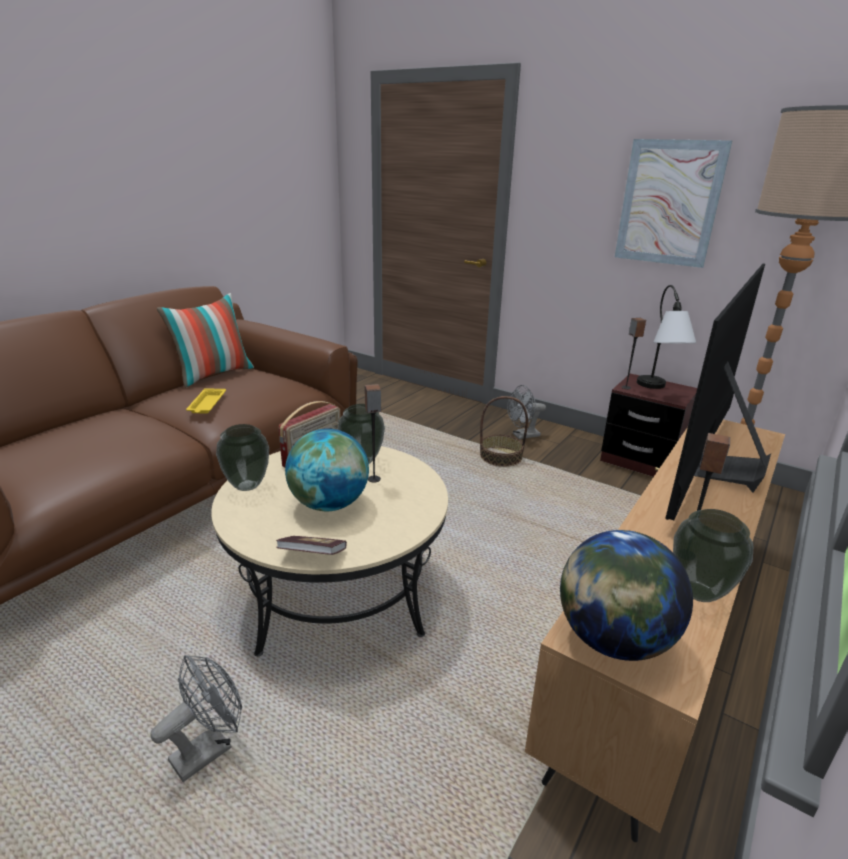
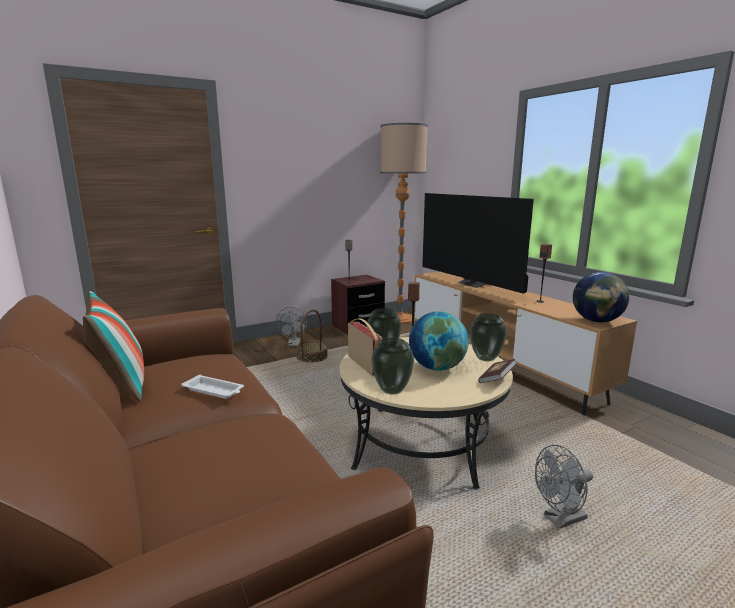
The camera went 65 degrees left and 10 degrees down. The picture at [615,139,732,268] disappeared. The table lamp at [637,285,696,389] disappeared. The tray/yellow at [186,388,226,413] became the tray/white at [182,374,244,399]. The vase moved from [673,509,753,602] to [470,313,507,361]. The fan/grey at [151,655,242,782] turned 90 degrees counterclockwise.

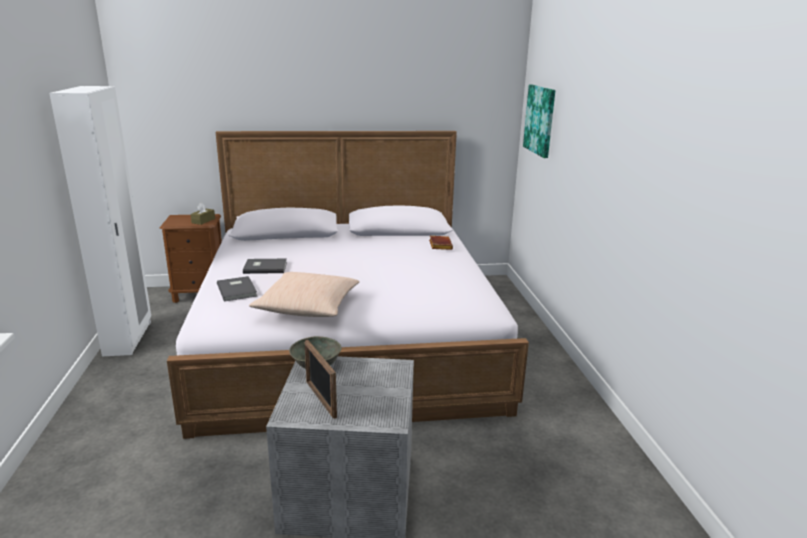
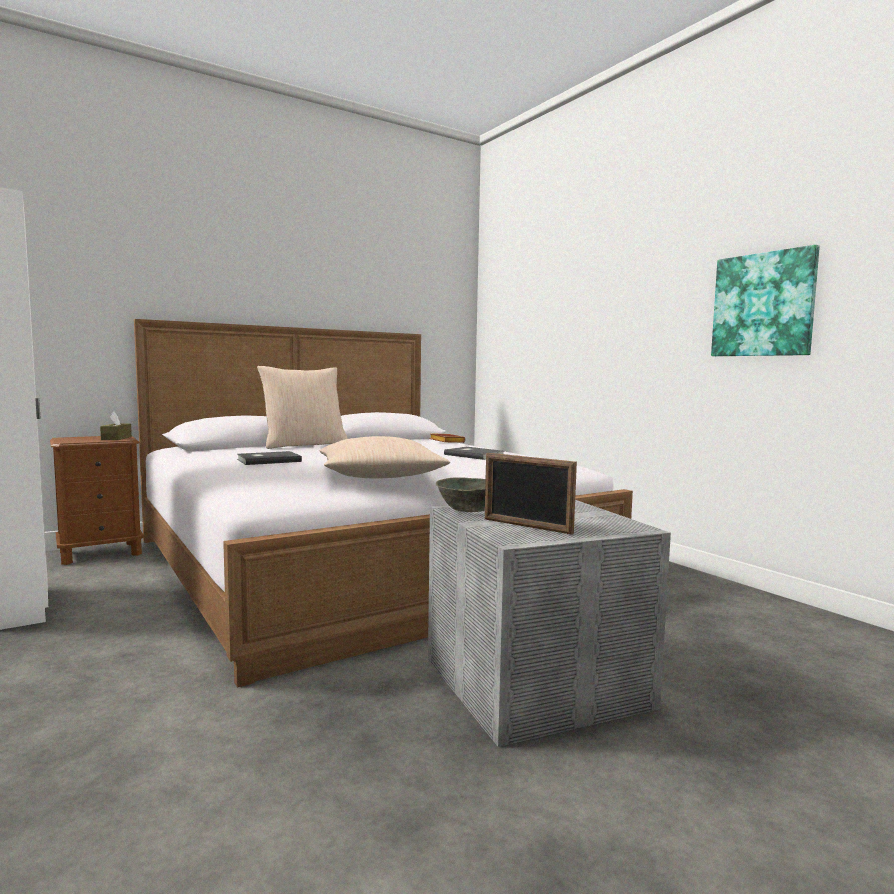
The camera went 25 degrees left and 15 degrees down. The picture moved from [523,85,555,158] to [711,245,820,356]. The book/grey moved from [217,276,257,301] to [444,447,505,460]. The pillow/beige at [257,366,348,449] appeared.

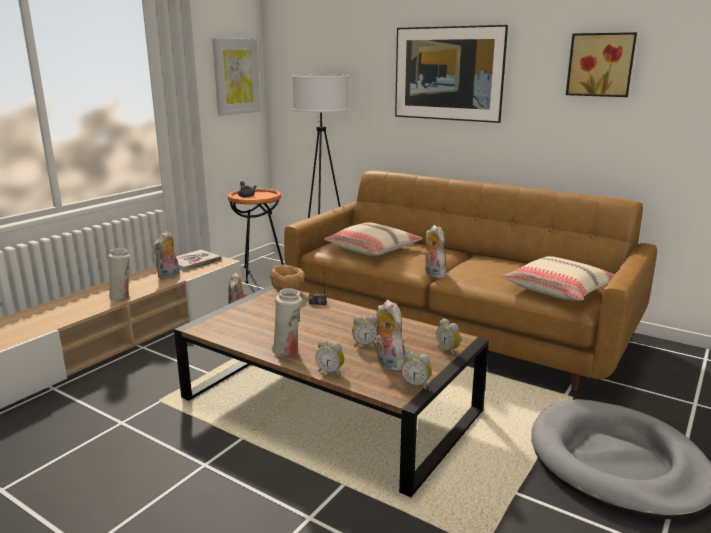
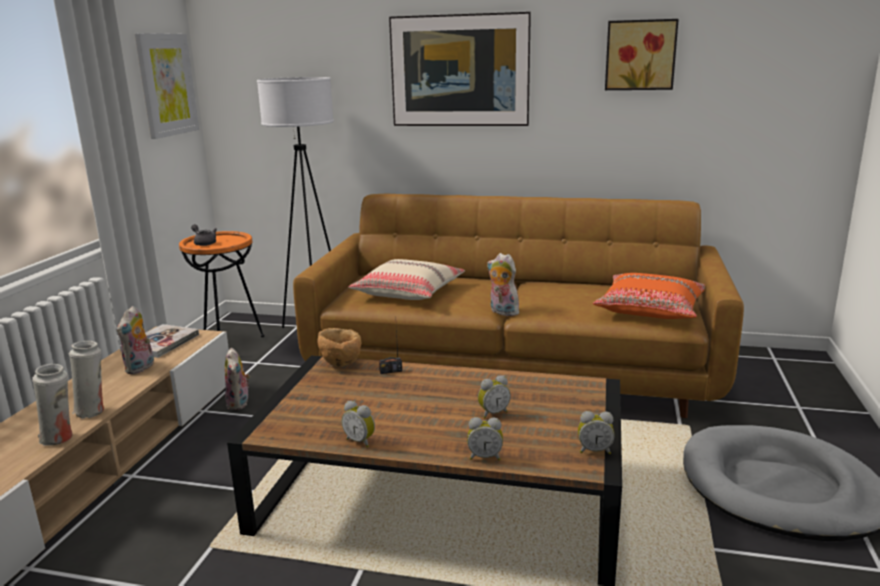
The camera went 20 degrees left and 0 degrees up. The pillow/beige at [501,256,615,301] became the pillow/orange at [593,273,705,319]. The vase/white moved from [272,288,302,356] to [32,364,73,446]. The plush toy at [375,300,405,371] disappeared. The alarm clock moved from [436,318,461,356] to [342,401,375,448].

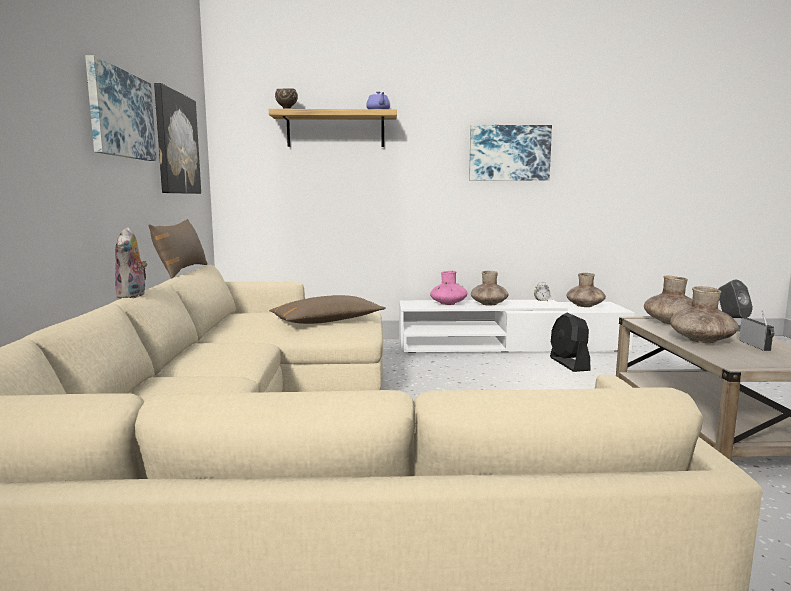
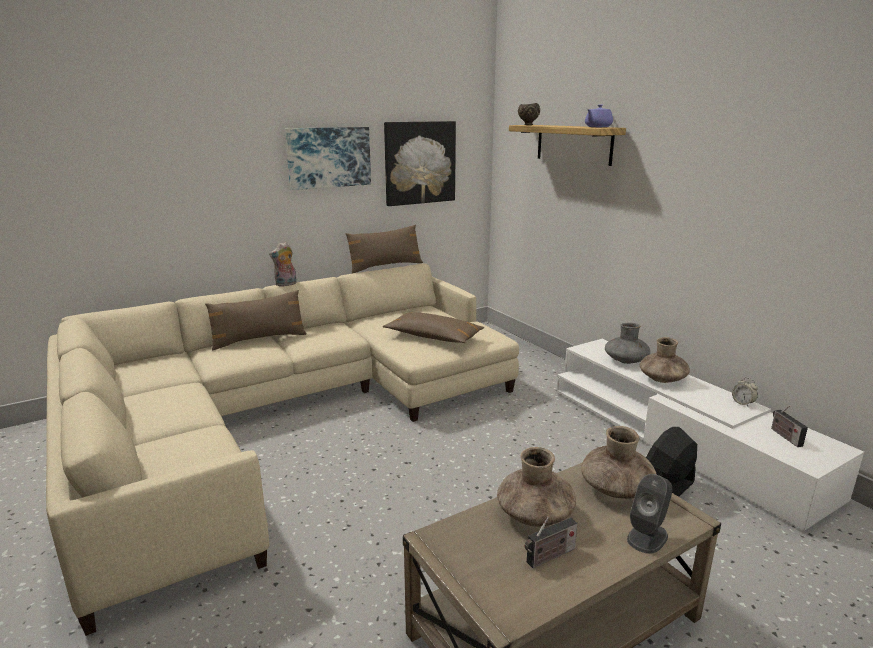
The camera went 60 degrees right and 10 degrees up. The picture at [469,125,552,181] disappeared. The vase/pink at [430,271,467,305] became the vase/grey at [605,323,650,364]. The vase/brown at [566,273,606,307] was replaced by the radio at [771,405,808,447]. The pillow/brown at [205,290,306,351] appeared.

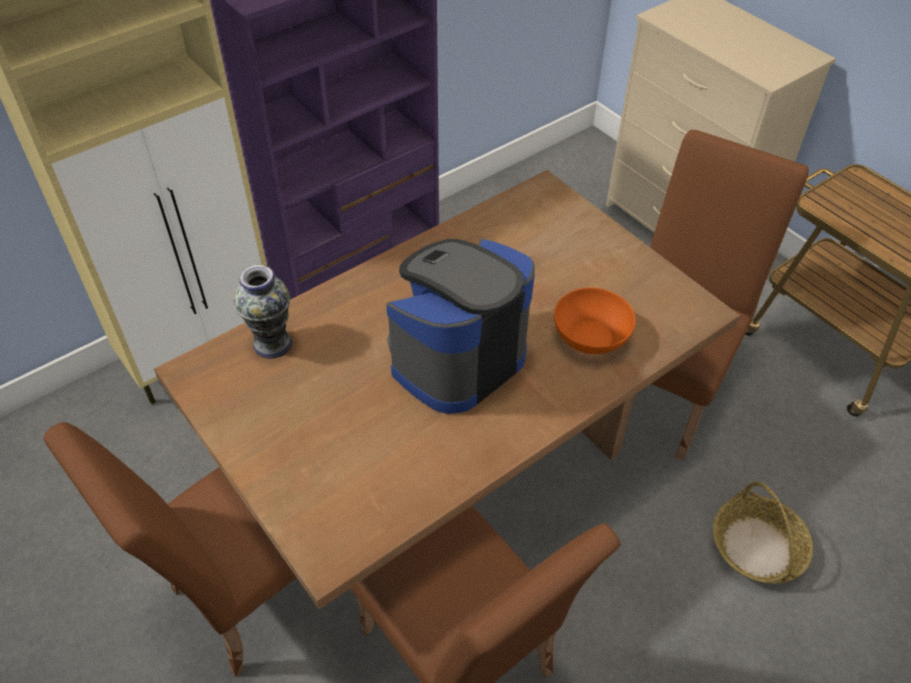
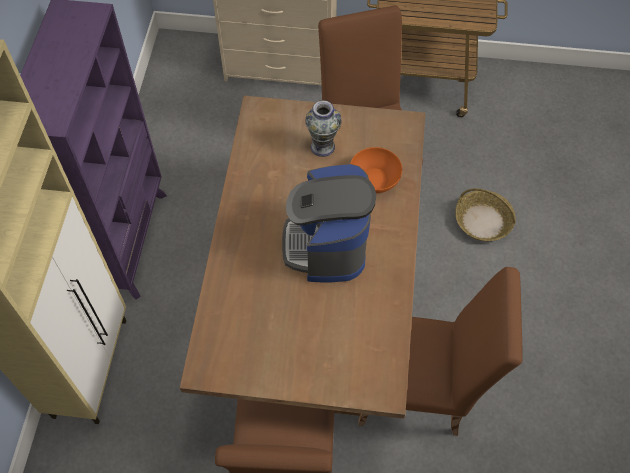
The camera went 45 degrees left and 10 degrees up. The vase moved from [234,265,292,359] to [305,100,342,157].

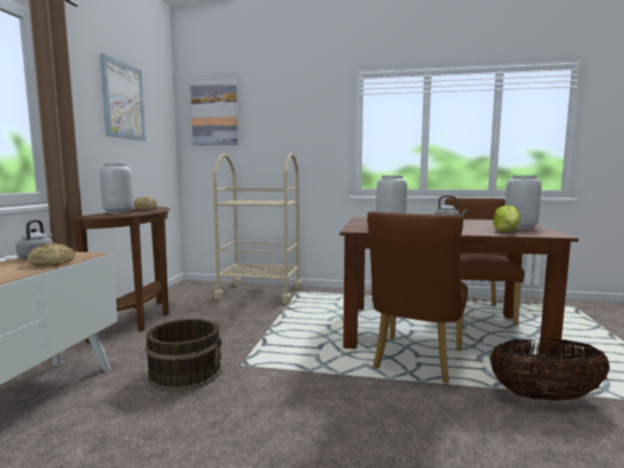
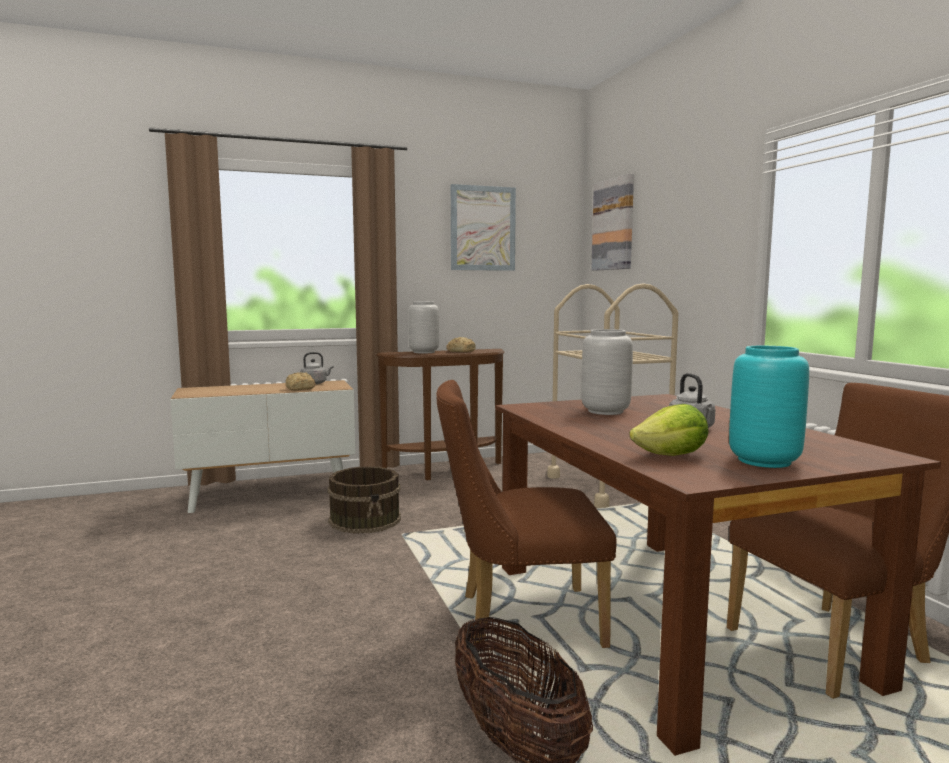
The camera went 60 degrees right and 0 degrees up. The vase/grey at [505,175,542,229] became the vase/turquoise at [729,346,809,468].

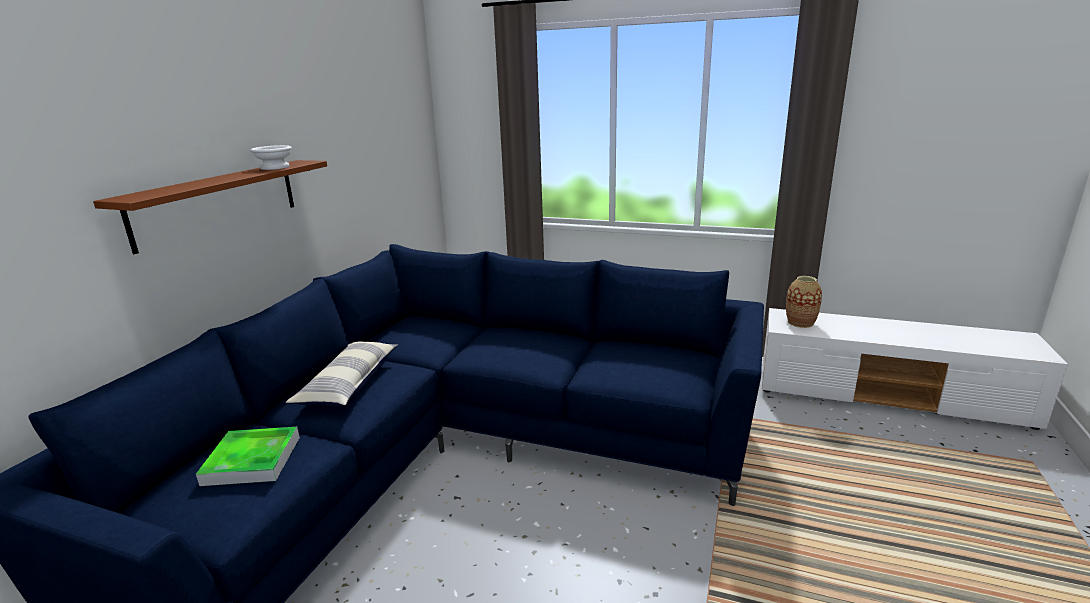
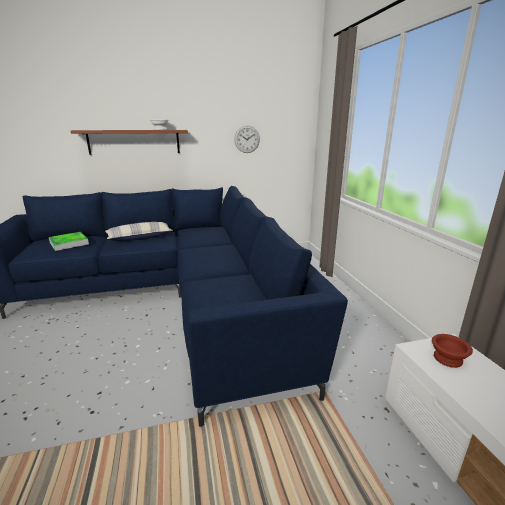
The camera went 55 degrees right and 0 degrees up. The vase at [786,276,822,328] was replaced by the bowl/brown at [432,334,473,368]. The wall clock at [234,126,260,153] appeared.

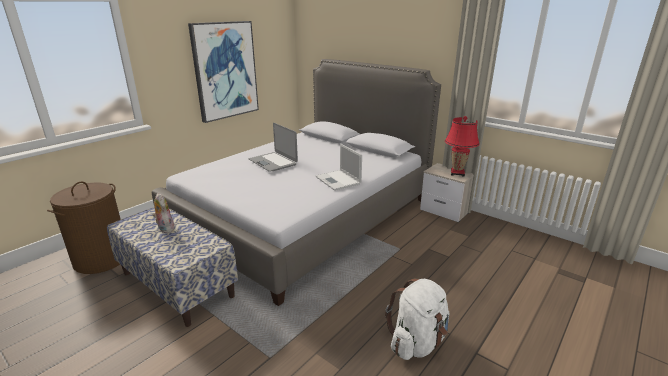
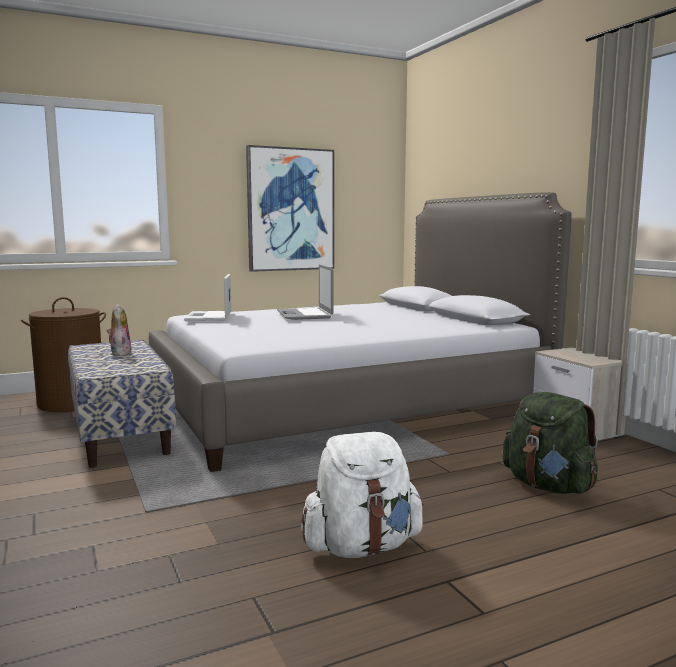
The camera went 25 degrees right and 15 degrees down. The table lamp/red at [445,116,480,177] disappeared. The laptop moved from [316,144,362,191] to [184,274,232,321]. The backpack/green at [502,392,598,494] appeared.

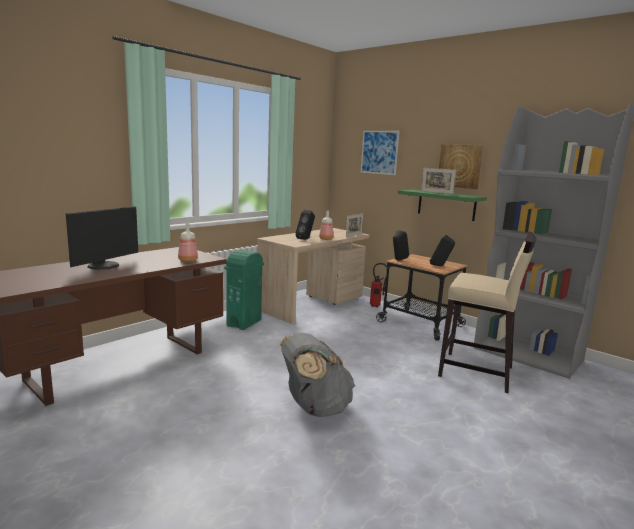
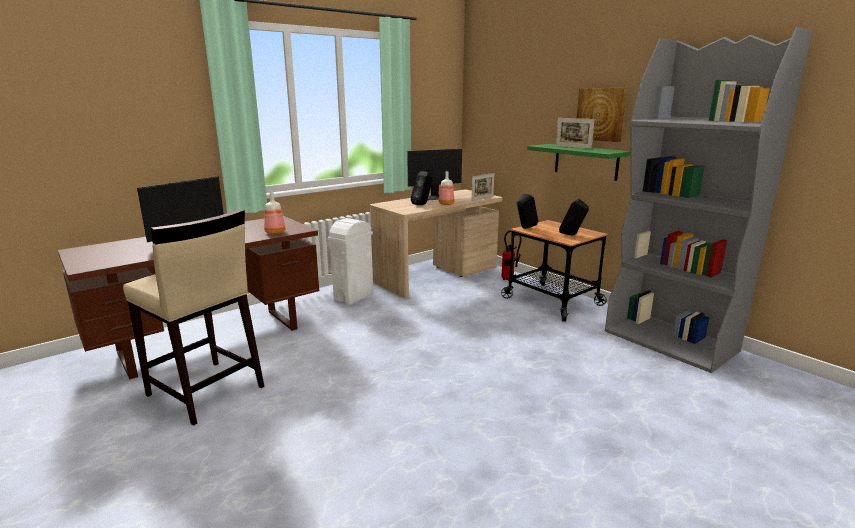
The camera went 10 degrees right and 5 degrees up. The picture at [361,131,399,175] disappeared. The stool/beige moved from [438,231,537,393] to [123,209,264,426]. The trash can/green at [225,250,264,330] became the trash can/white at [328,218,373,305]. The backpack/grey at [280,333,355,417] disappeared. The monitor at [407,149,462,201] appeared.

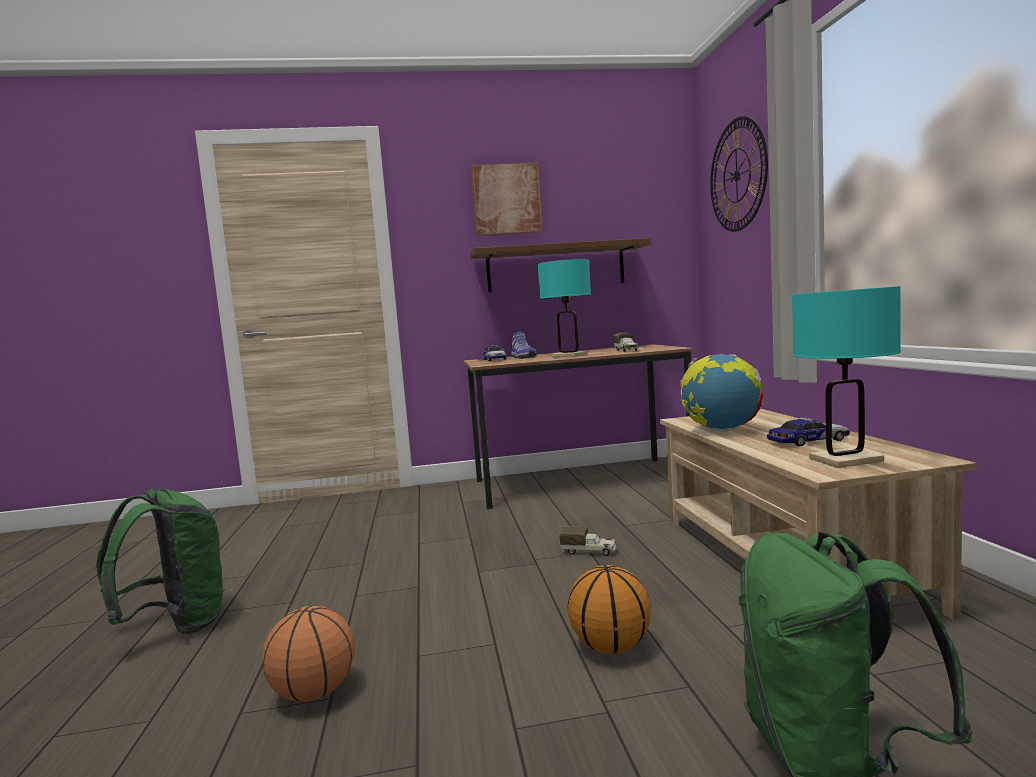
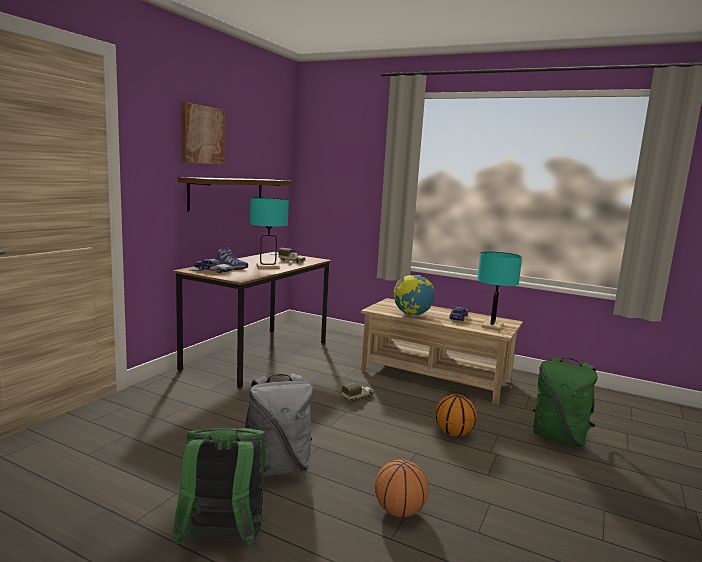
The camera went 55 degrees left and 5 degrees up. The wall clock at [710,116,768,232] disappeared. The backpack/grey at [244,373,313,476] appeared.

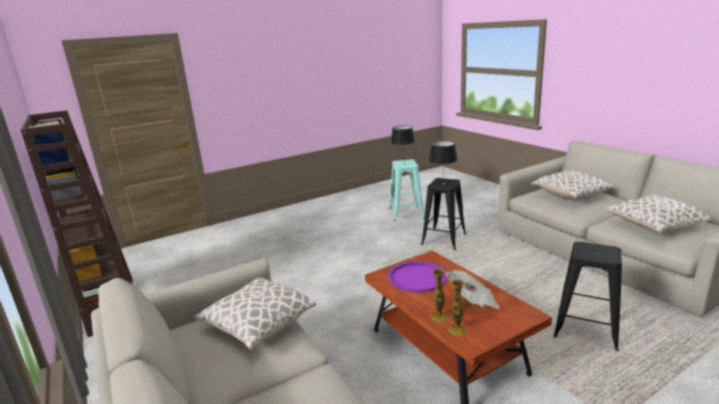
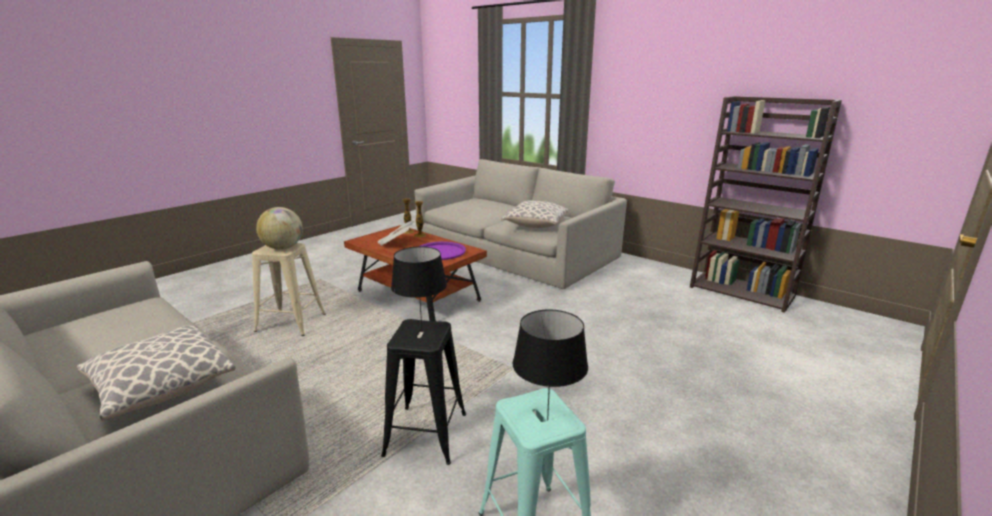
The camera went 160 degrees right and 0 degrees up. The pillow at [606,195,711,233] disappeared. The stool/black at [553,242,622,351] became the stool/beige at [252,243,326,336]. The globe at [256,207,303,250] appeared.

